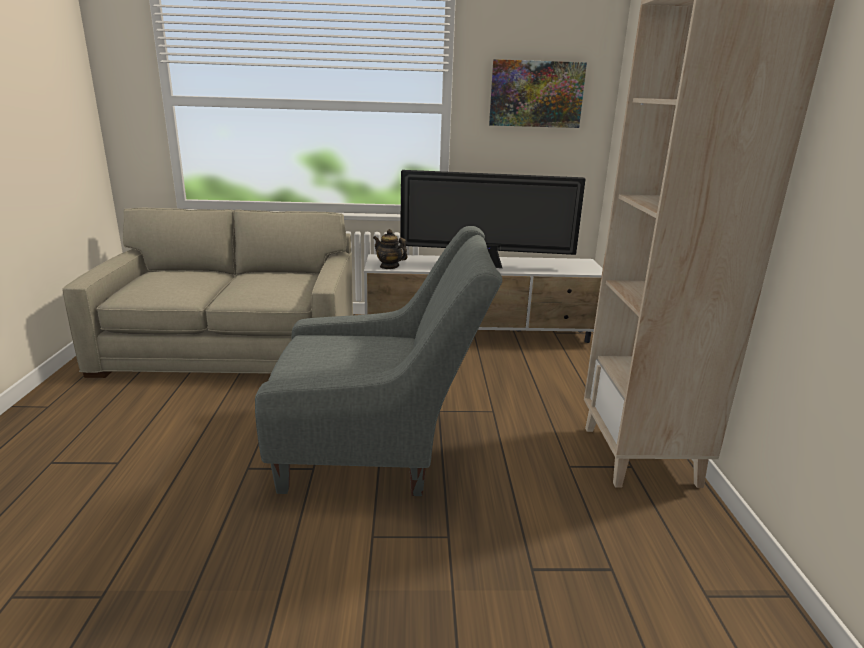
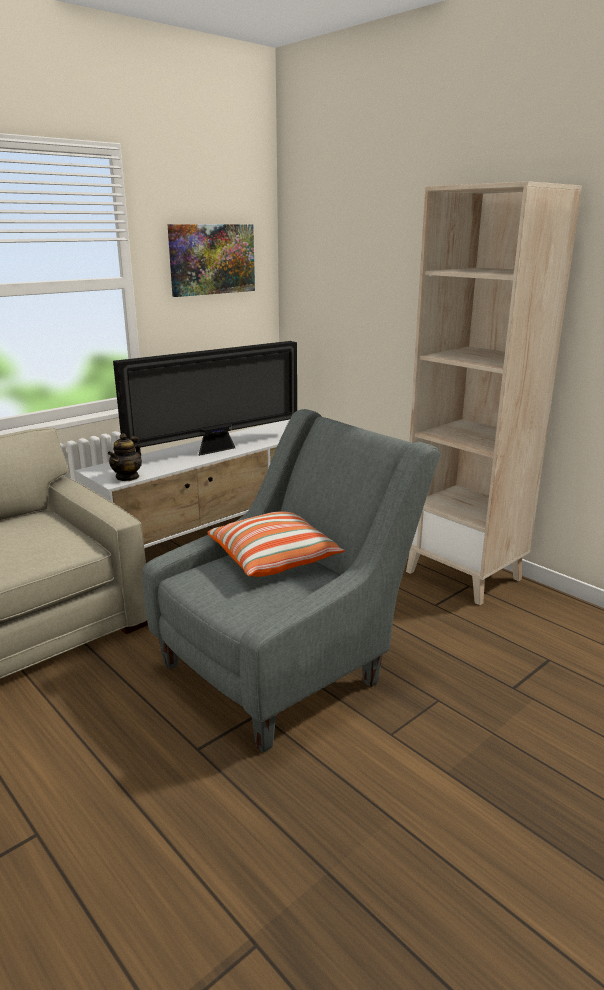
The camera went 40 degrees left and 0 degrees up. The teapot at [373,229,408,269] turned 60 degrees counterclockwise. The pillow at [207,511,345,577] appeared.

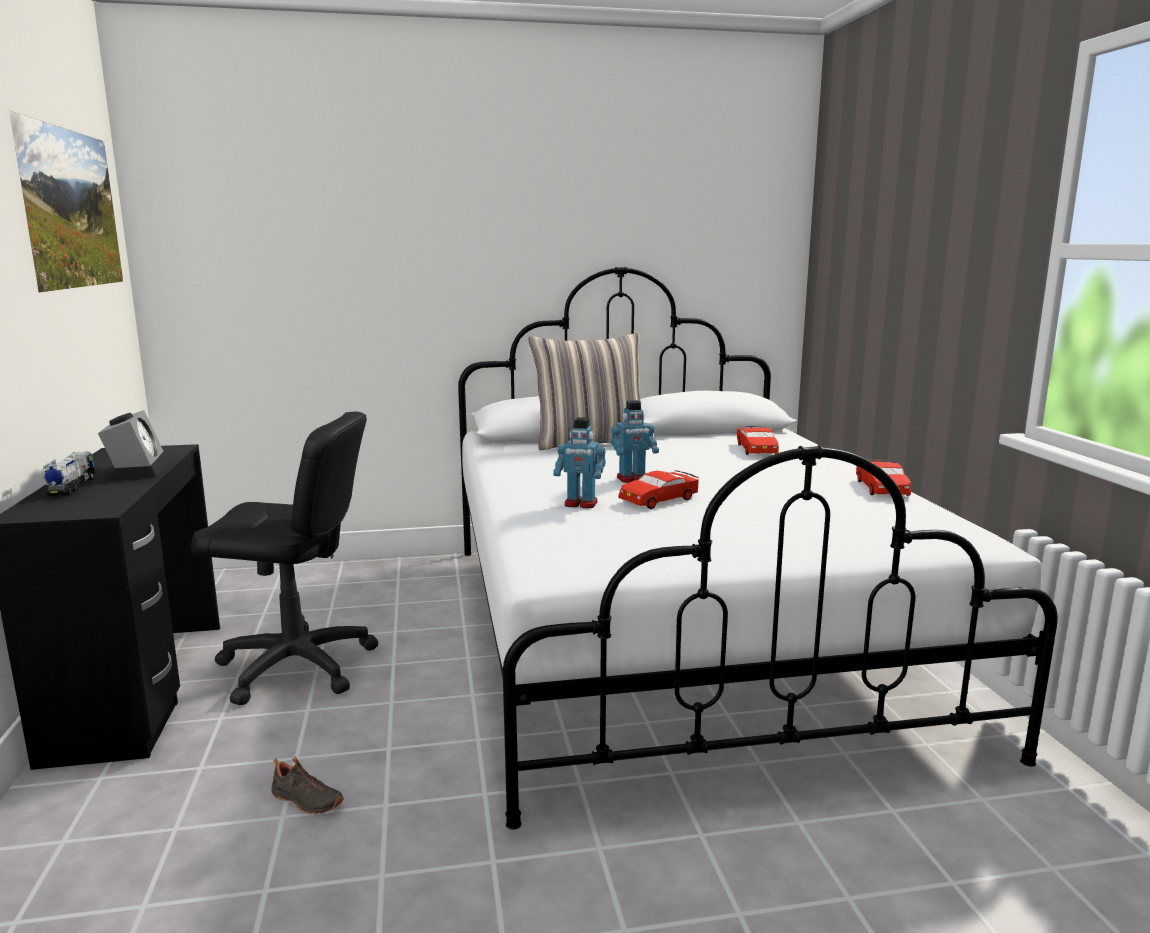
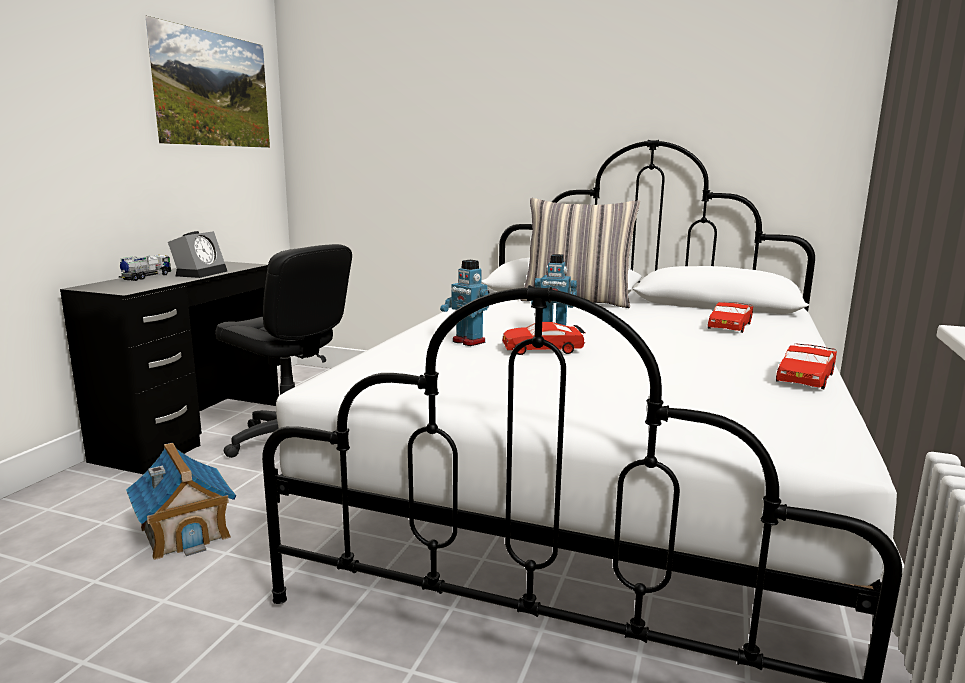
The camera went 30 degrees right and 0 degrees up. The shoe/black at [271,757,344,814] was replaced by the toy house at [126,443,237,560].

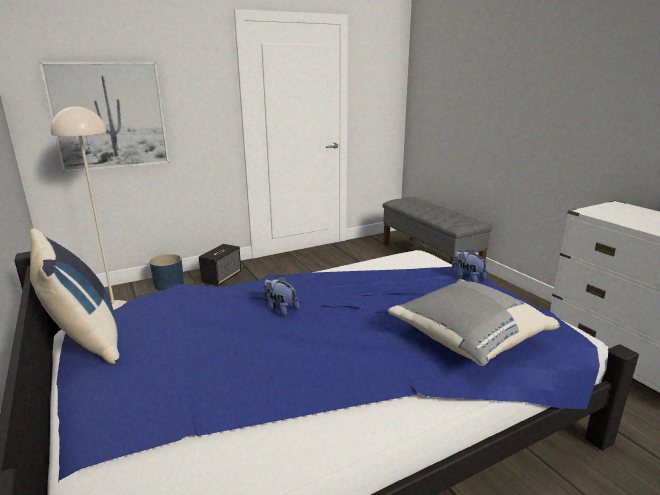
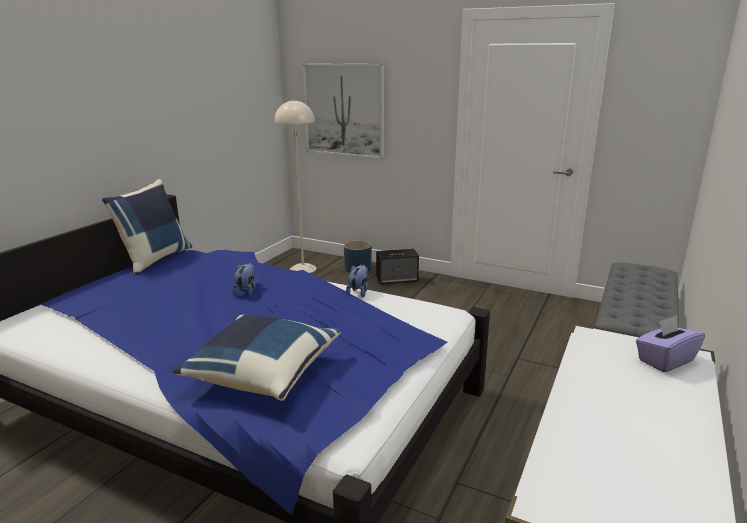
The camera went 55 degrees right and 0 degrees up. The plush toy moved from [452,250,488,283] to [346,264,368,298]. The pillow/grey at [388,279,560,366] became the pillow/blue at [173,315,341,401]. The tissue box/purple at [636,315,705,372] appeared.

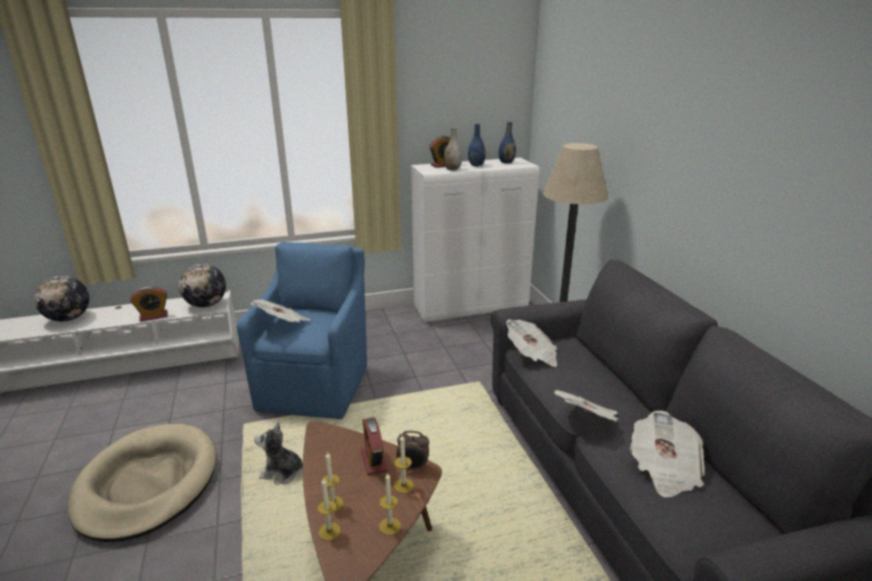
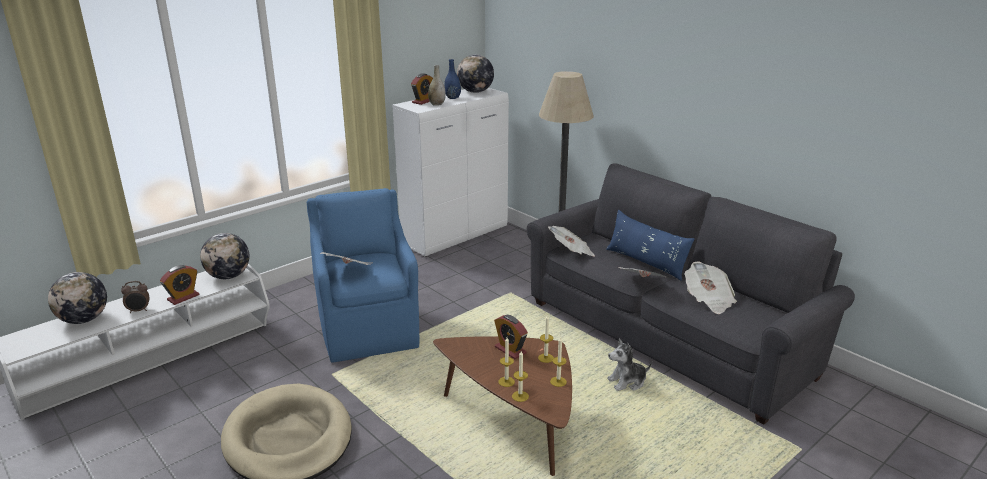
The camera went 25 degrees left and 0 degrees up. The vase/blue at [498,122,516,164] was replaced by the globe at [457,54,494,93]. The plush toy moved from [254,422,303,485] to [607,339,652,391]. The alarm clock moved from [396,431,429,470] to [121,281,149,313]. The pillow/blue at [606,210,694,281] appeared.

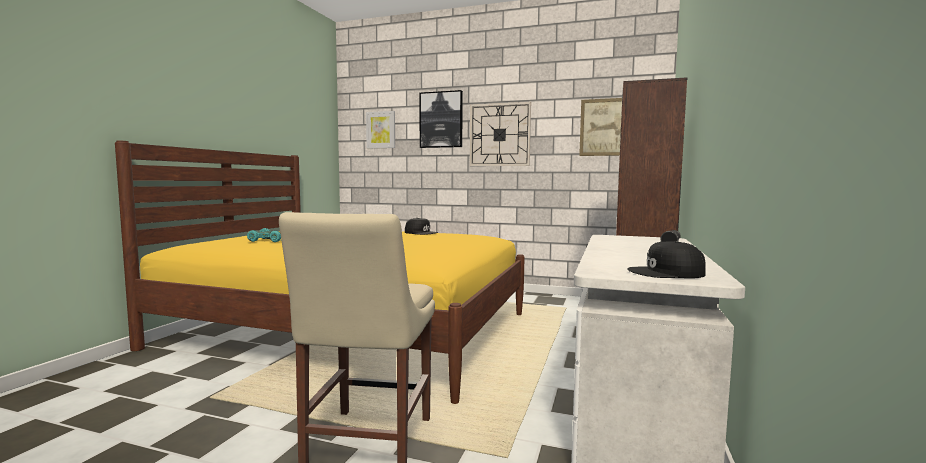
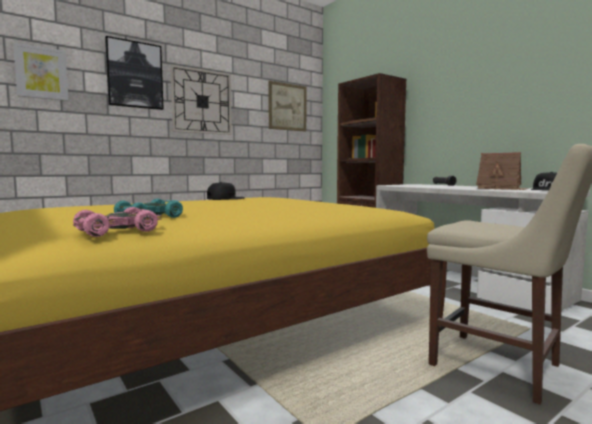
The camera went 55 degrees left and 0 degrees up. The toy house at [476,152,528,190] appeared. The toy car/pink at [73,207,162,237] appeared.

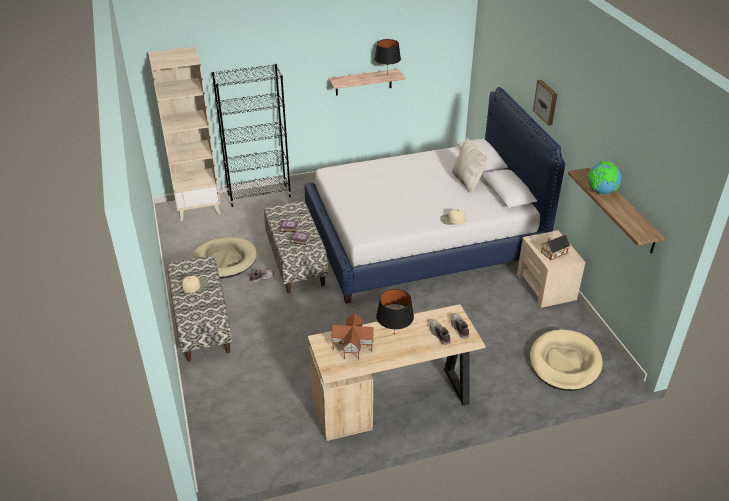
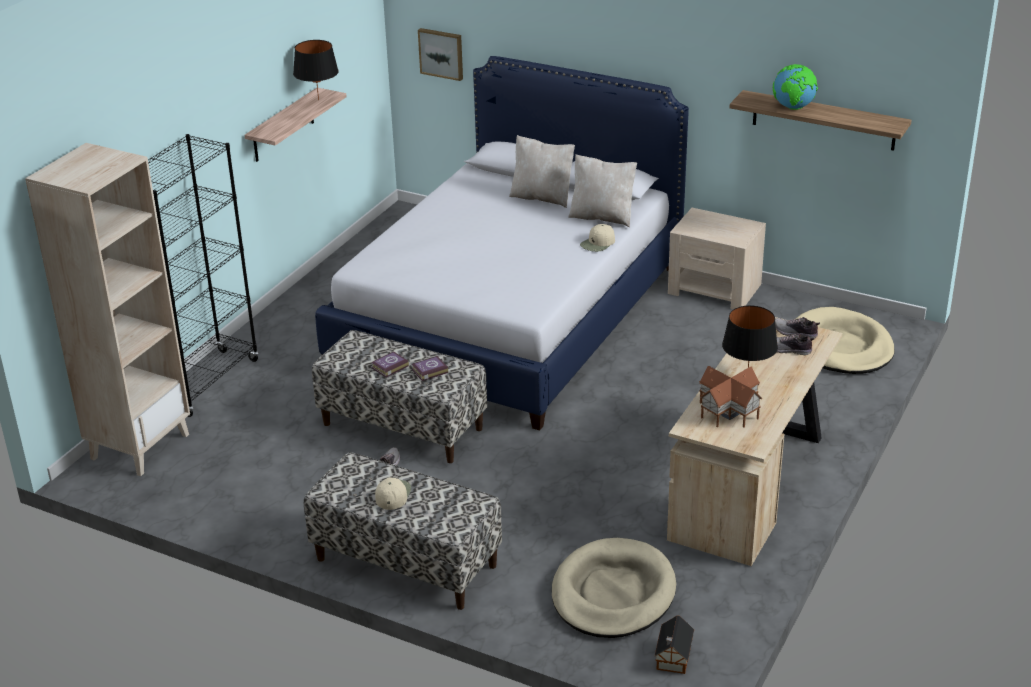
The camera went 45 degrees left and 5 degrees down. The picture moved from [533,80,557,126] to [418,28,463,81]. The toy house moved from [541,235,570,260] to [654,616,694,674]. The dog bed/beige moved from [189,237,257,279] to [552,538,676,638]. The pillow/beige at [568,154,637,227] appeared.

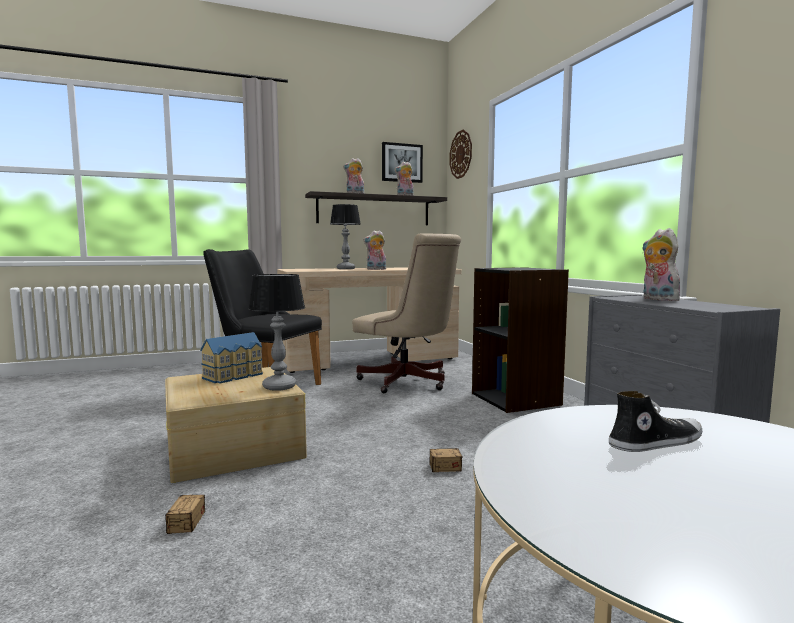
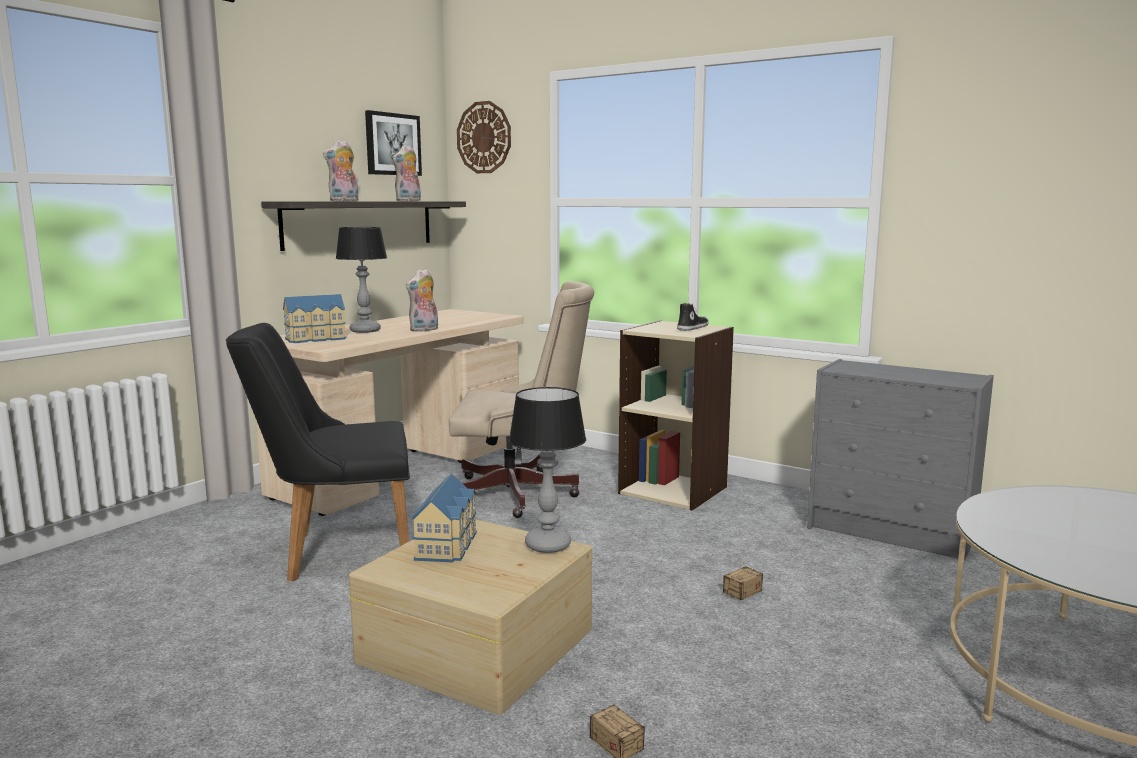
The camera went 35 degrees left and 5 degrees up. The plush toy at [643,228,680,301] disappeared. The bookcase/black at [472,267,569,413] became the bookcase/beige at [618,320,734,511]. The shoe moved from [609,391,702,452] to [677,303,709,331]. The toy house at [283,294,347,343] appeared.

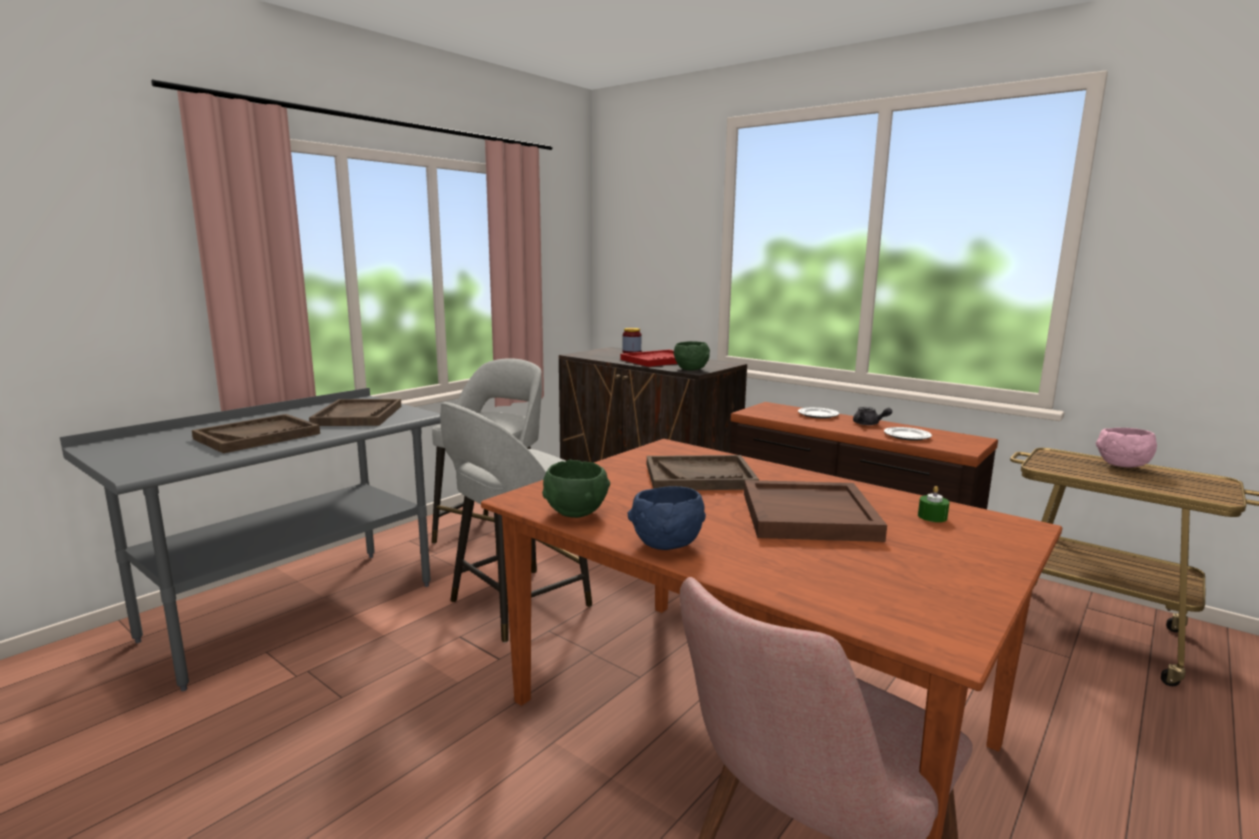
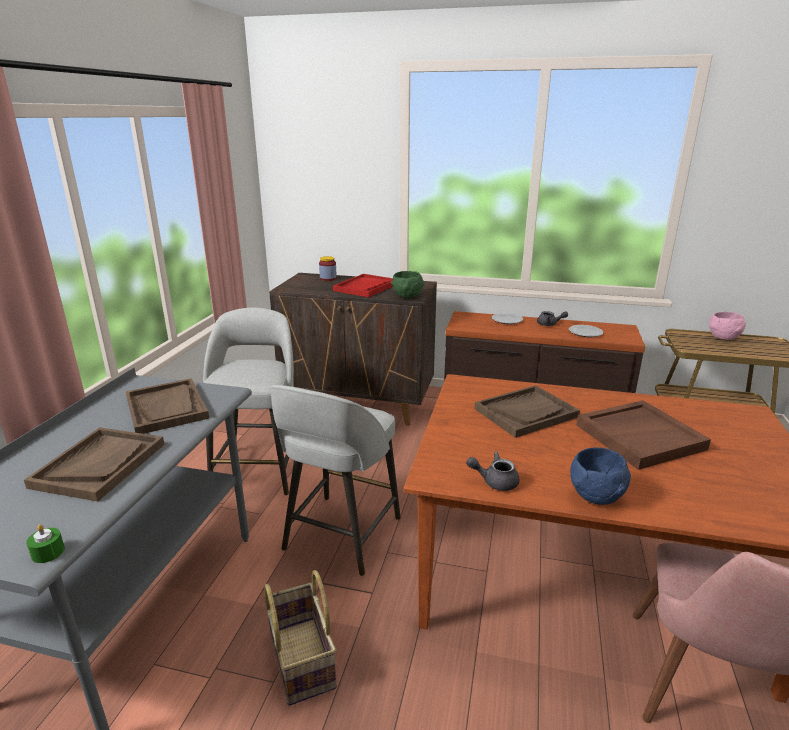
The camera went 25 degrees left and 10 degrees up. The bowl/green at [542,460,610,518] was replaced by the teapot/grey at [466,452,520,491]. The candle/green moved from [918,486,950,522] to [26,524,65,563]. The basket at [264,570,337,706] appeared.

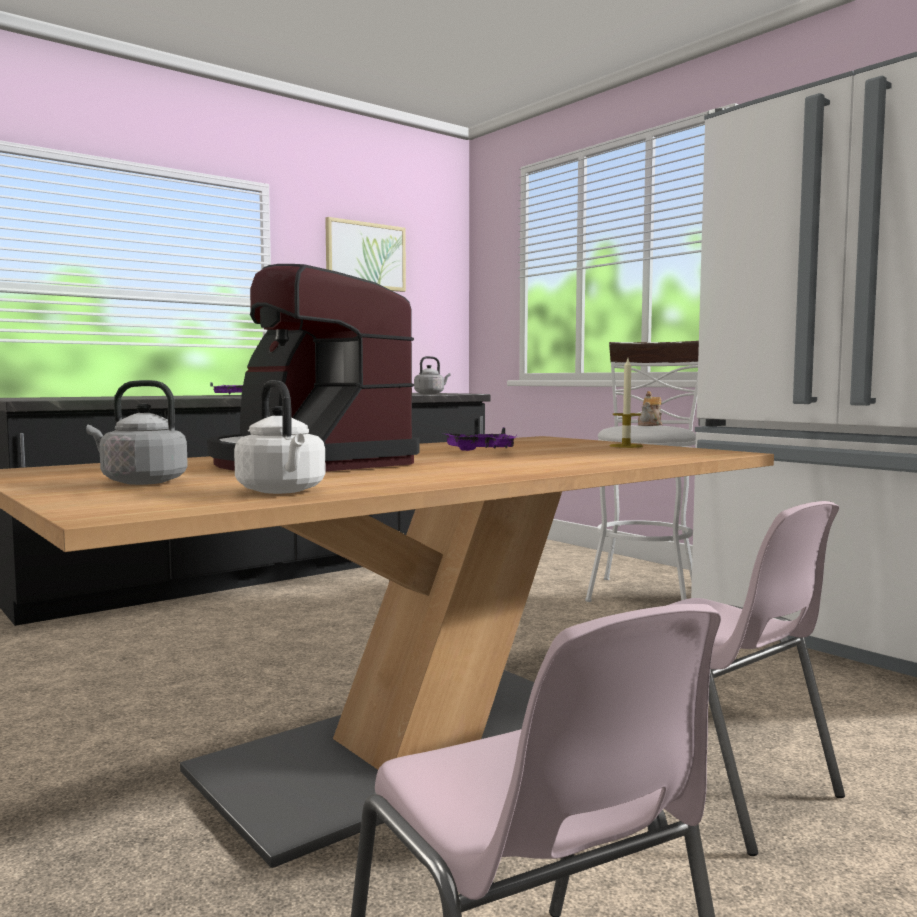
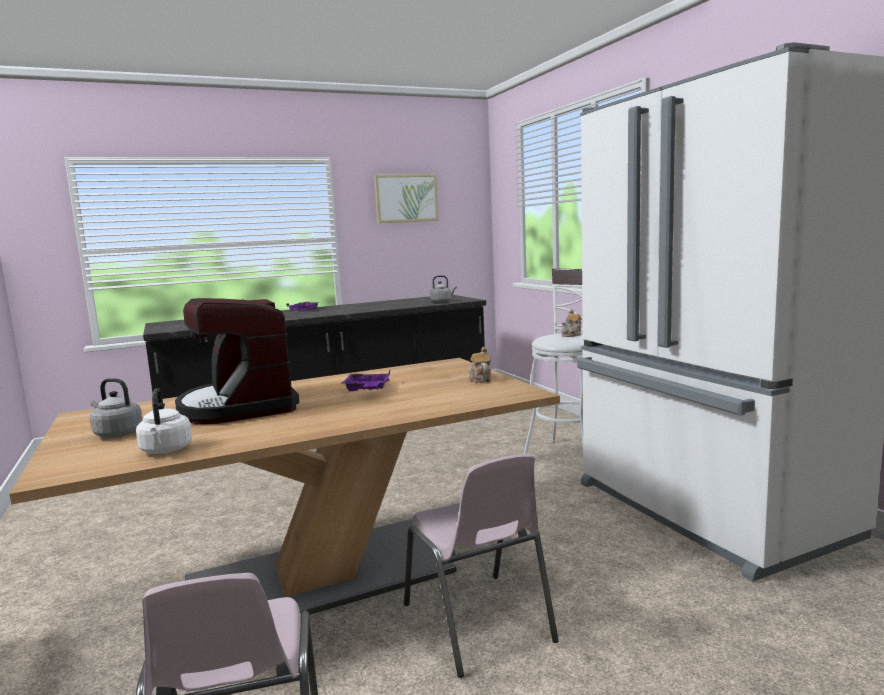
The camera went 15 degrees right and 5 degrees up. The candle at [609,359,643,448] was replaced by the teapot at [469,346,491,383].

